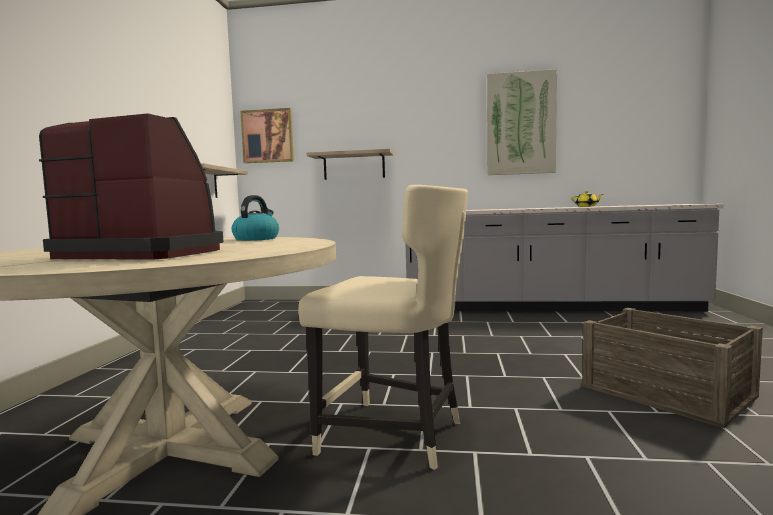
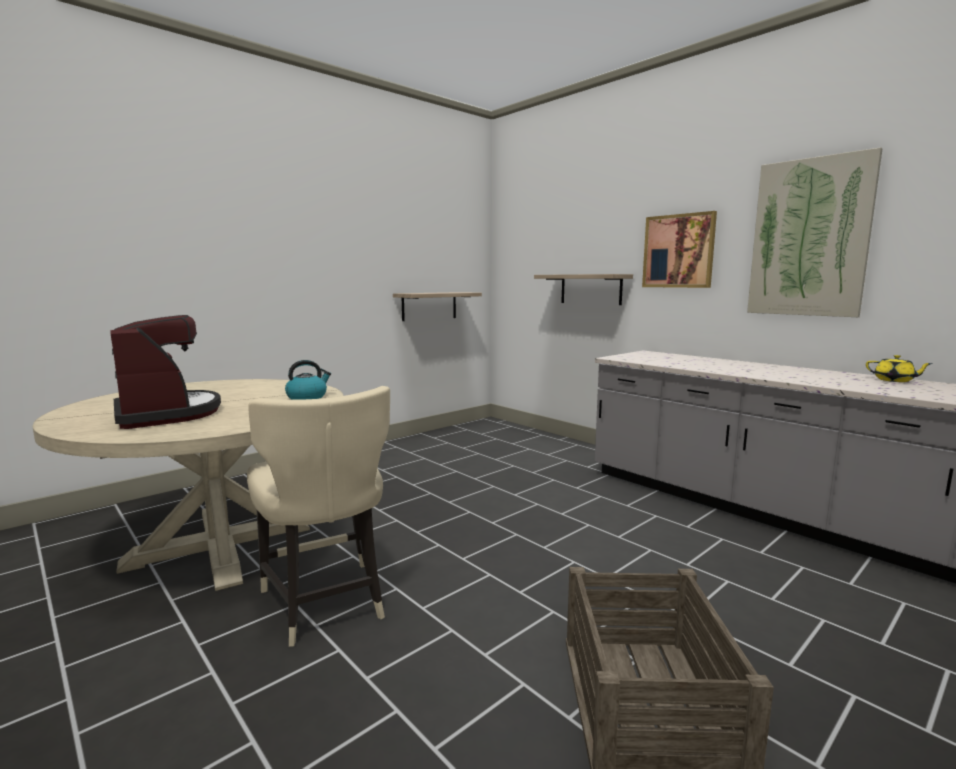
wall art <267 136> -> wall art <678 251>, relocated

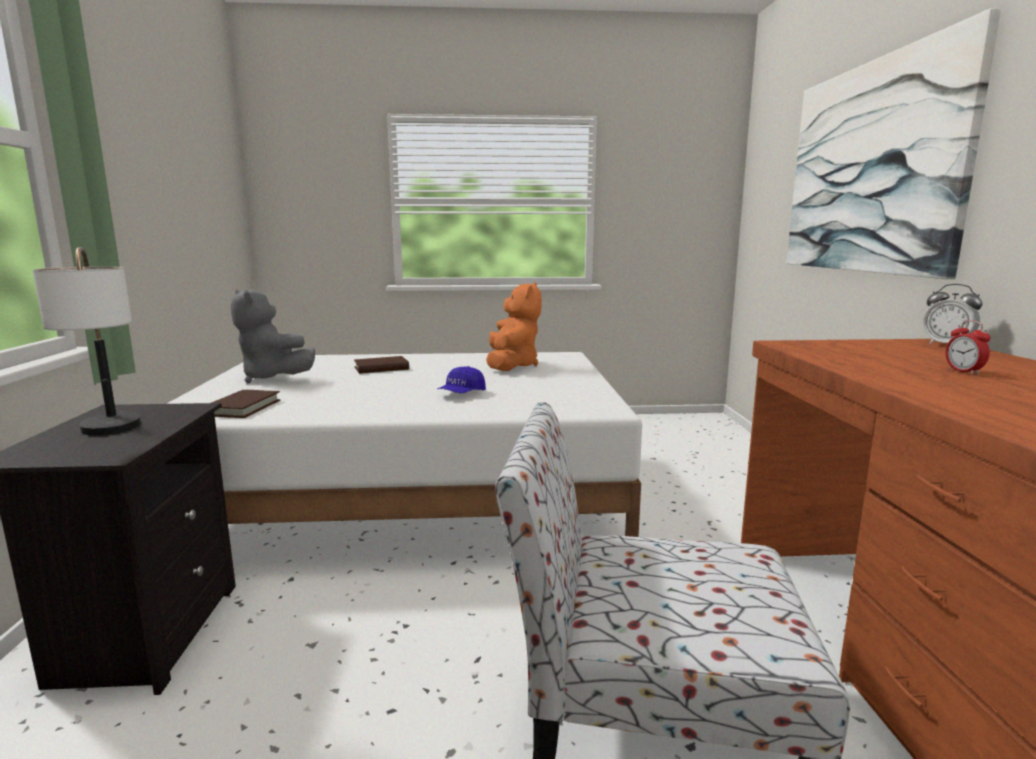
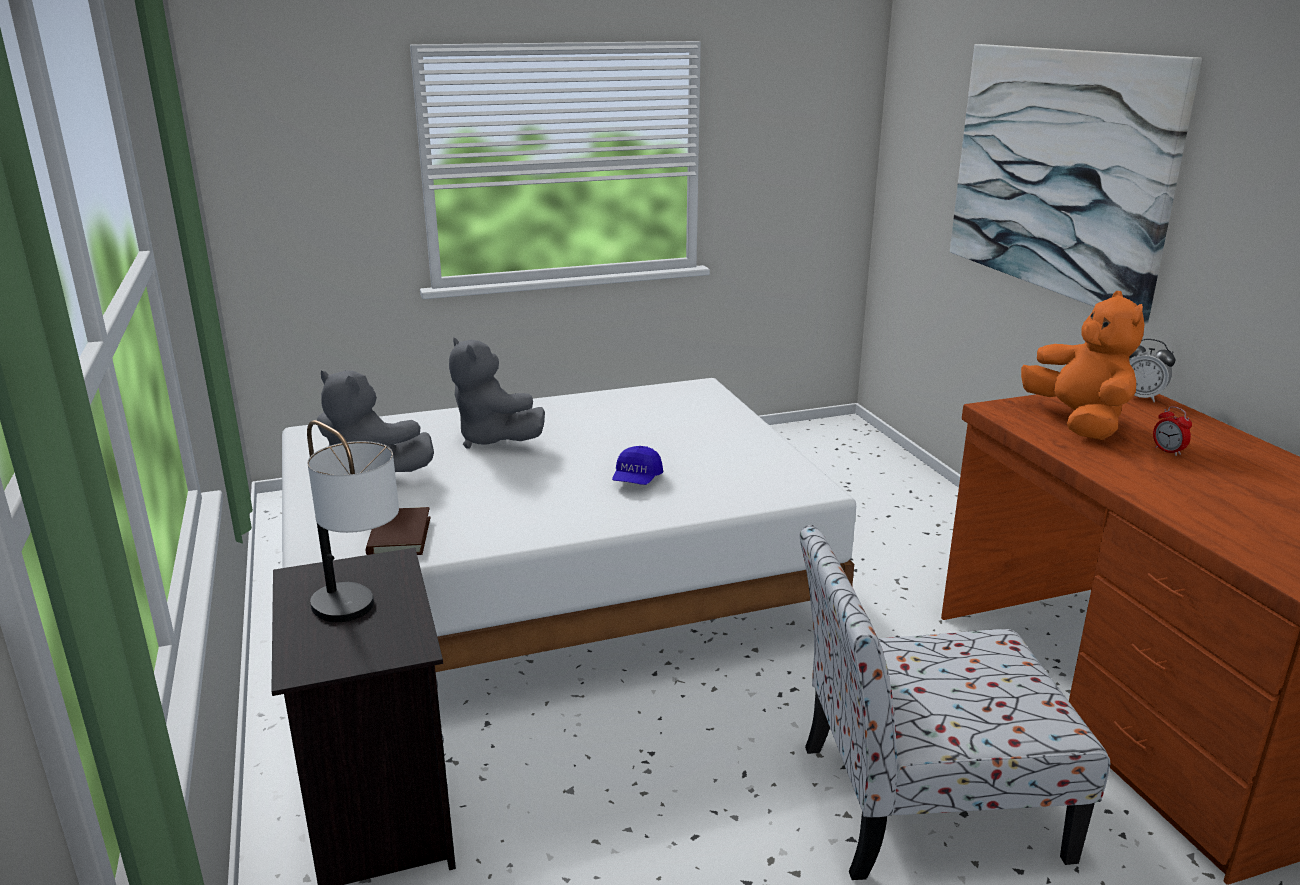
volume/brown <381 368> -> soft toy/gray <493 439>
soft toy/orangey <512 366> -> soft toy/orangey <1078 422>, relocated

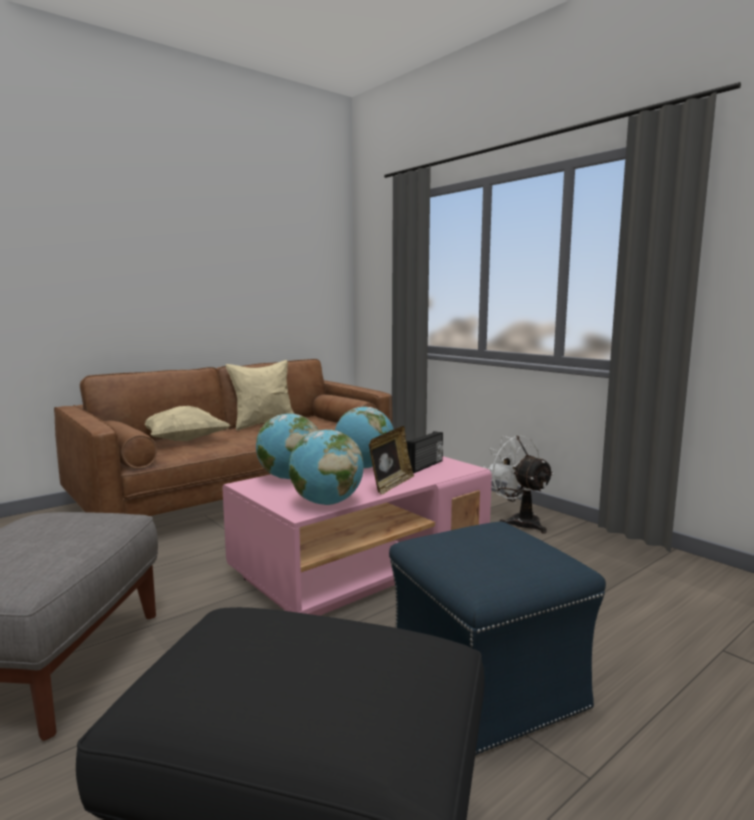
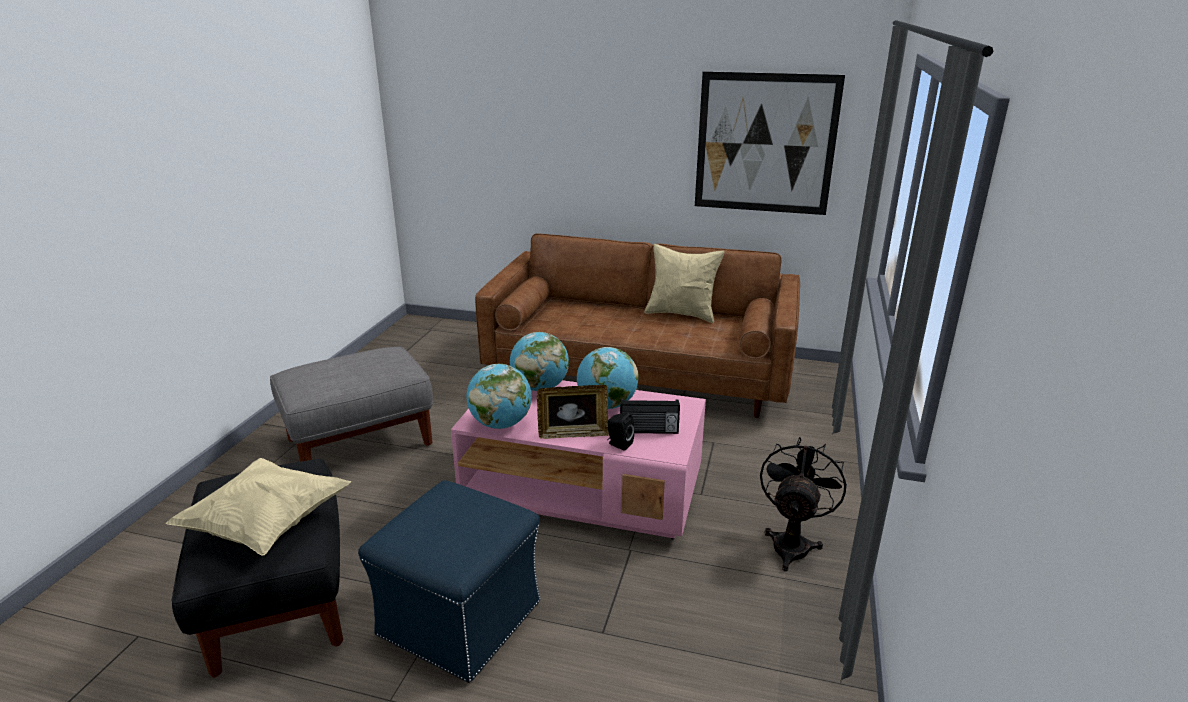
pillow/sand-coloured <183 440> -> pillow/sand-coloured <267 525>, relocated
electric fan/whitish <519 521> -> electric fan/blackish <792 543>
none -> speaker/blackish <618 444>
none -> wall art <765 144>

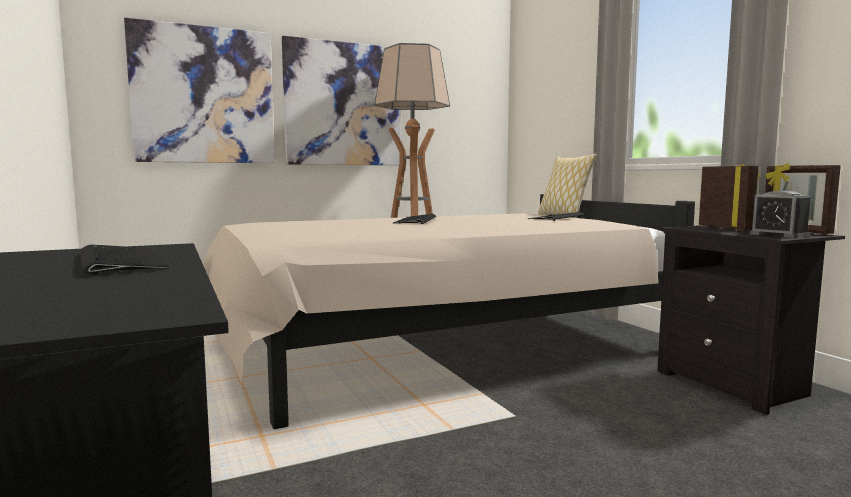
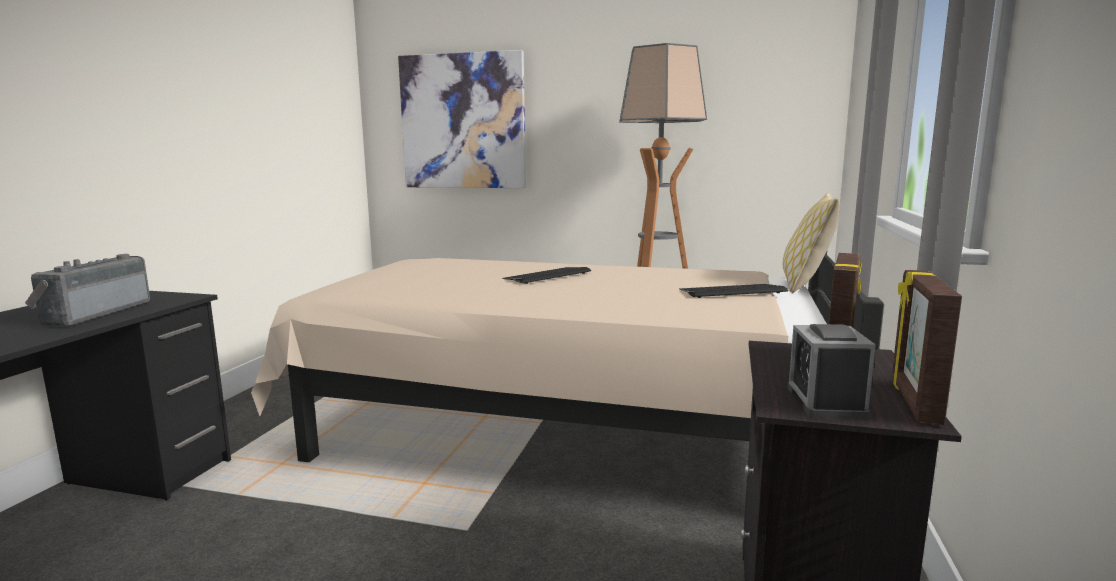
computer keyboard <119 261> -> radio <94 313>
wall art <344 104> -> none

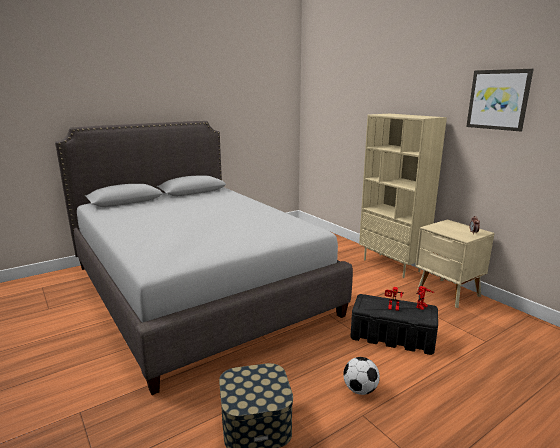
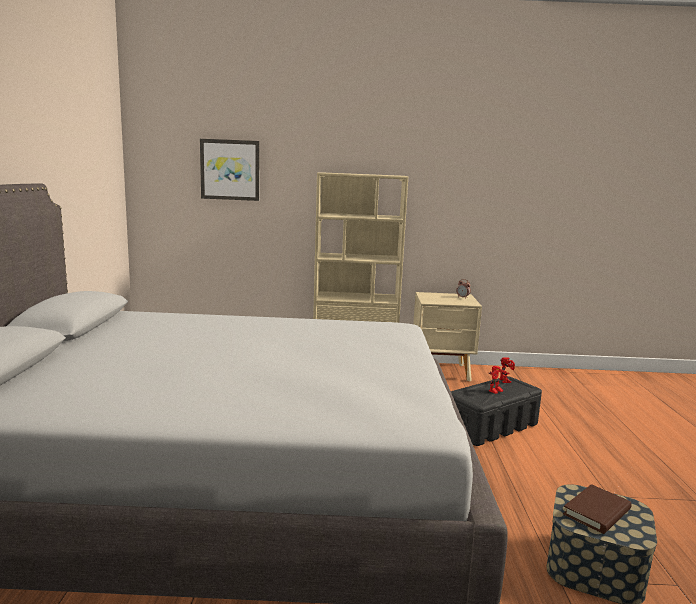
football <360 390> -> none
wall art <498 99> -> wall art <230 170>, relocated
none -> volume/brown <597 512>

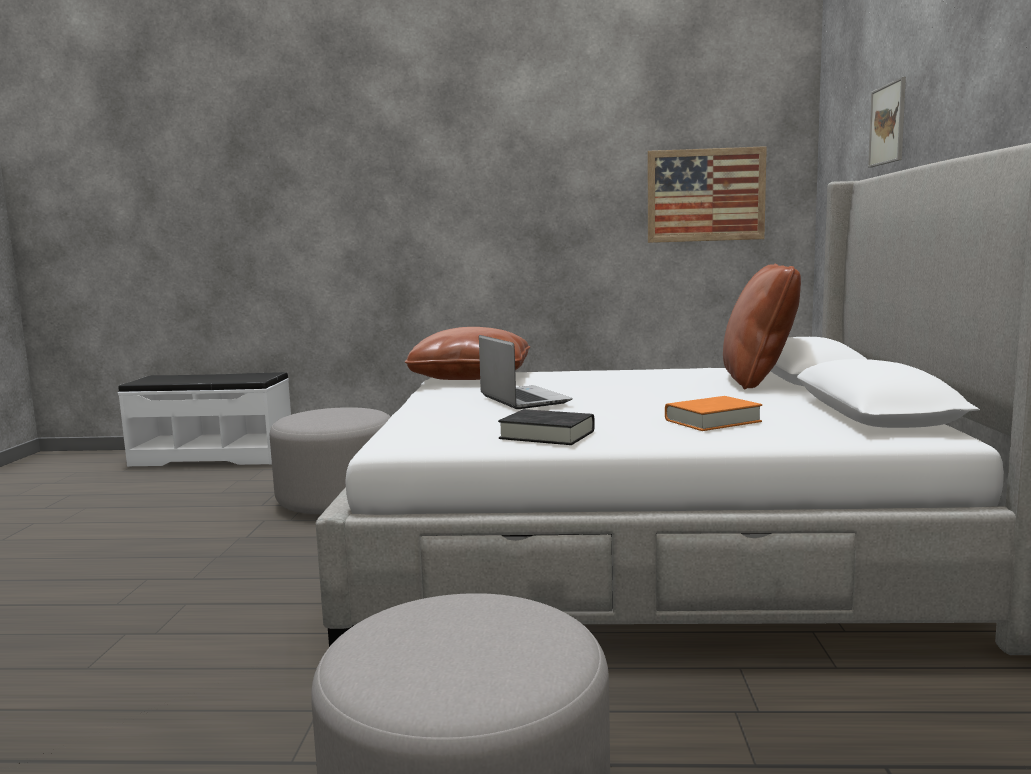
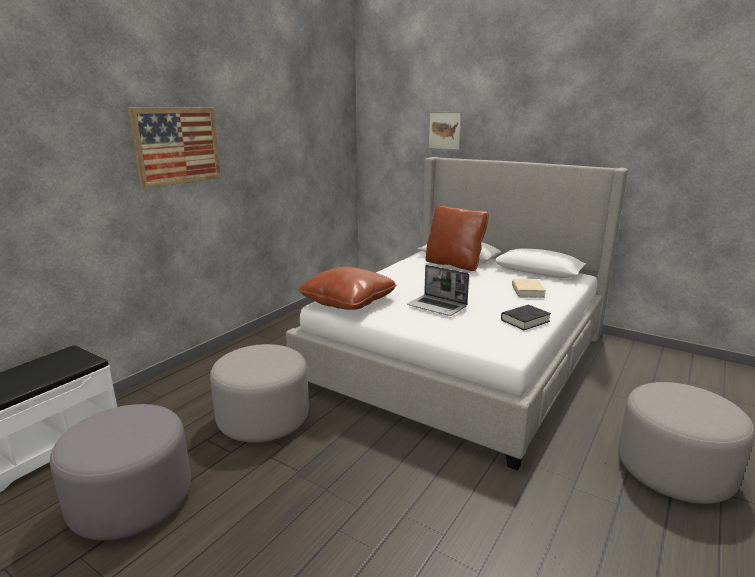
laptop <522 399> -> laptop <438 306>, 150 degrees counterclockwise
wall art <705 195> -> wall art <177 146>, relocated
volume/orangey <712 421> -> volume/sand-coloured <527 291>
none -> footrest/gray <132 500>

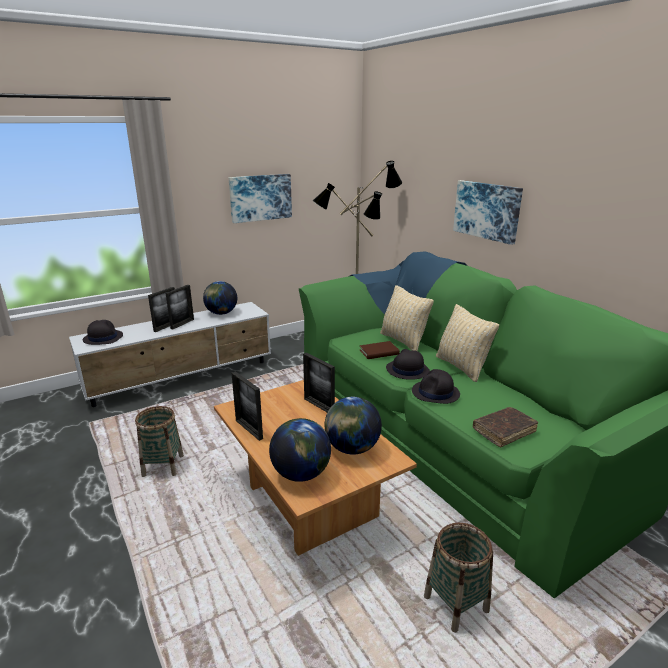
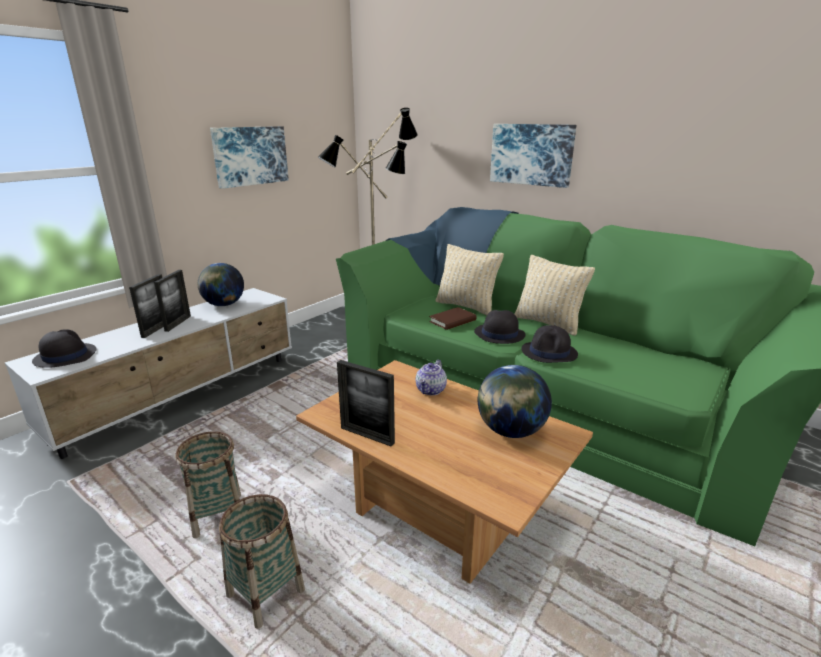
world globe <301 473> -> none
picture frame <319 406> -> teapot <431 390>
basket <455 604> -> basket <265 593>, relocated
volume/brown <504 431> -> none

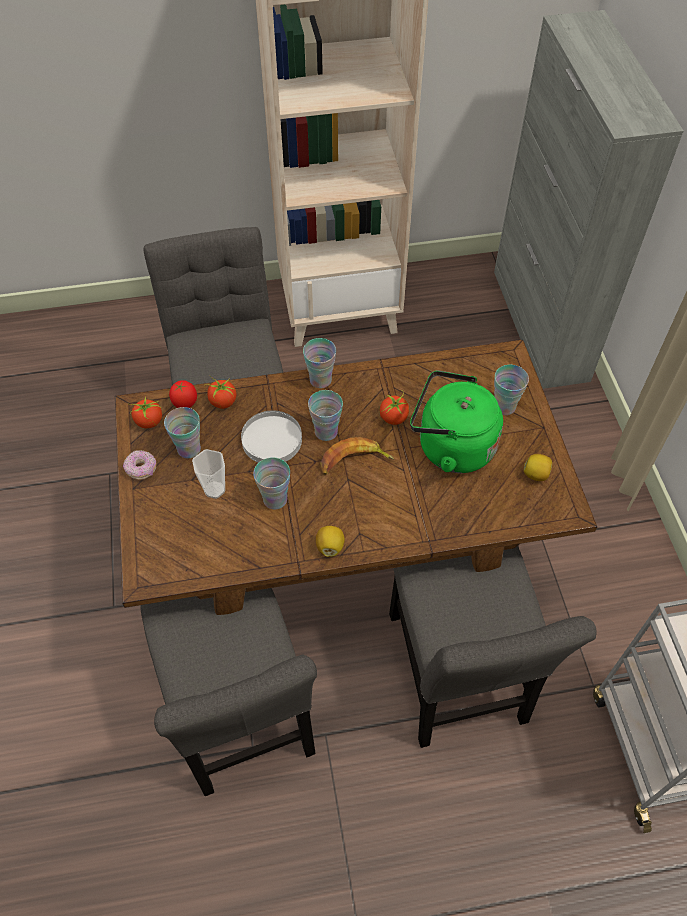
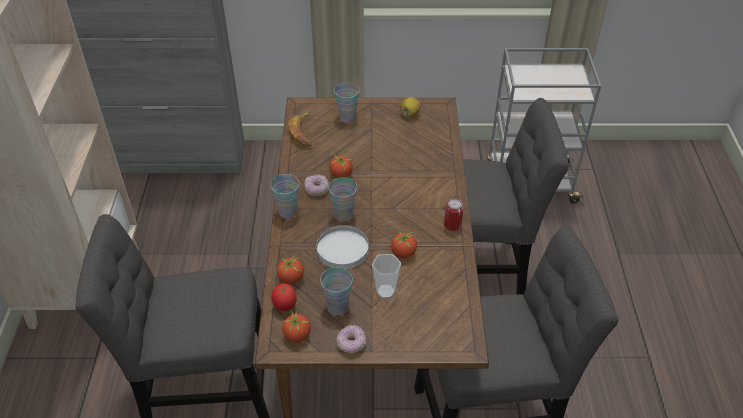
small cup <275 499> -> whole tomato <403 253>
whole lemon <330 546> -> sealed can <452 225>
banana <353 461> -> banana <303 132>, relocated
tea kettle/green <450 446> -> none
none -> donut <317 189>

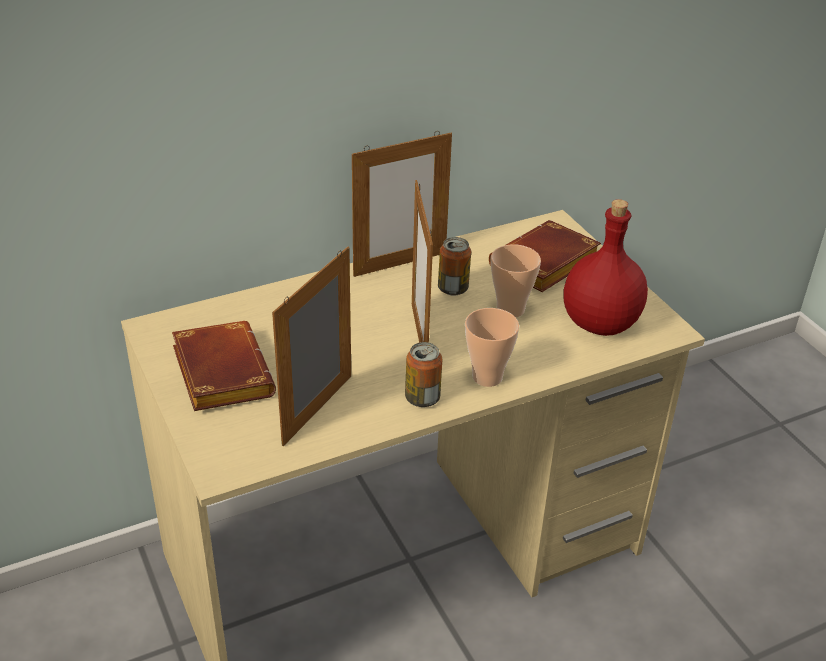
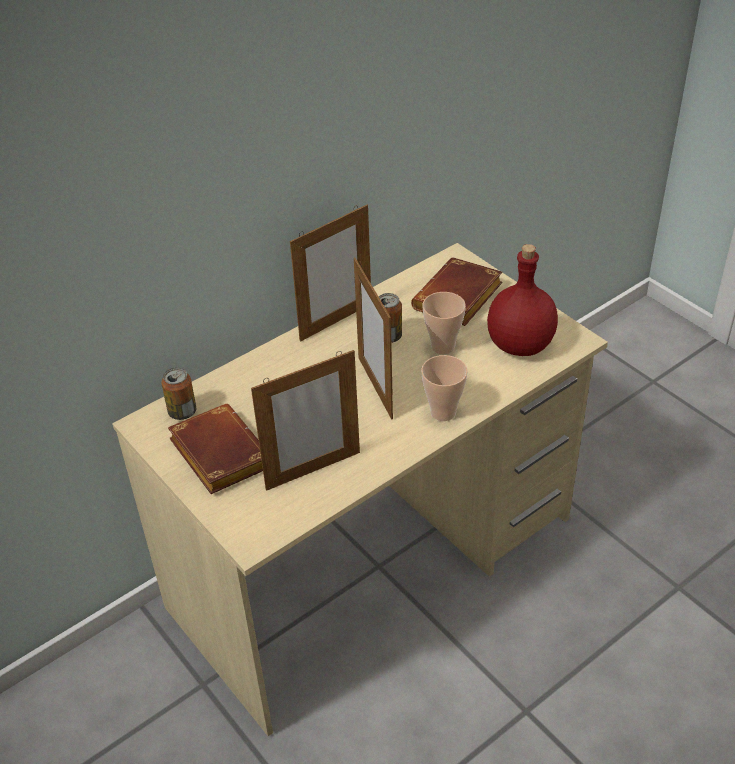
picture frame <318 409> -> picture frame <313 470>, 135 degrees counterclockwise
sealed can <422 398> -> sealed can <182 412>, relocated

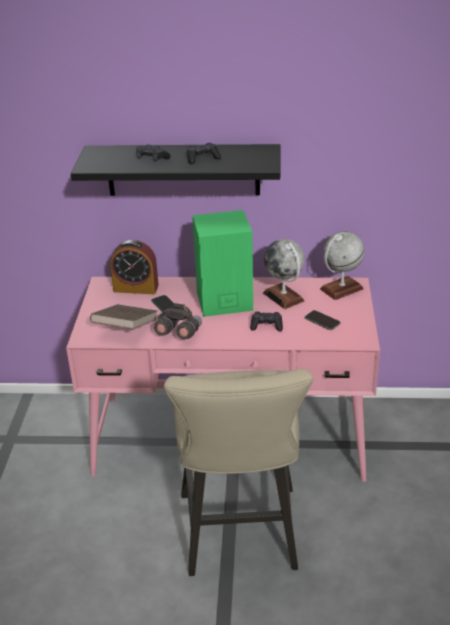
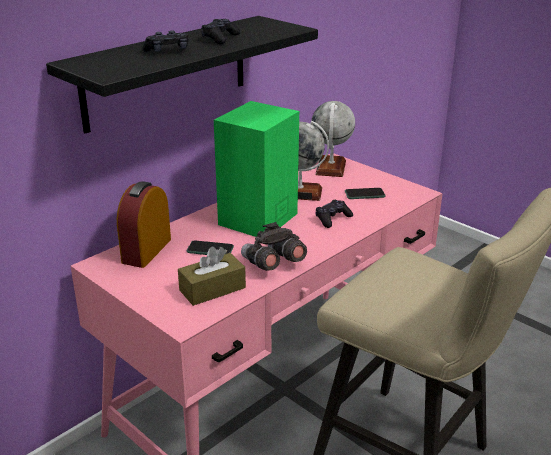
volume/brown <126 329> -> box of tissues/brown <212 289>
bedside clock <136 288> -> bedside clock <146 250>, 150 degrees clockwise

